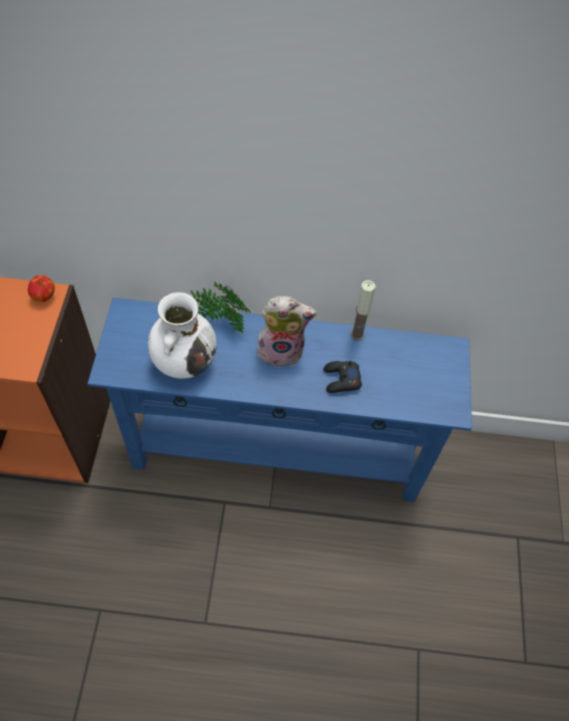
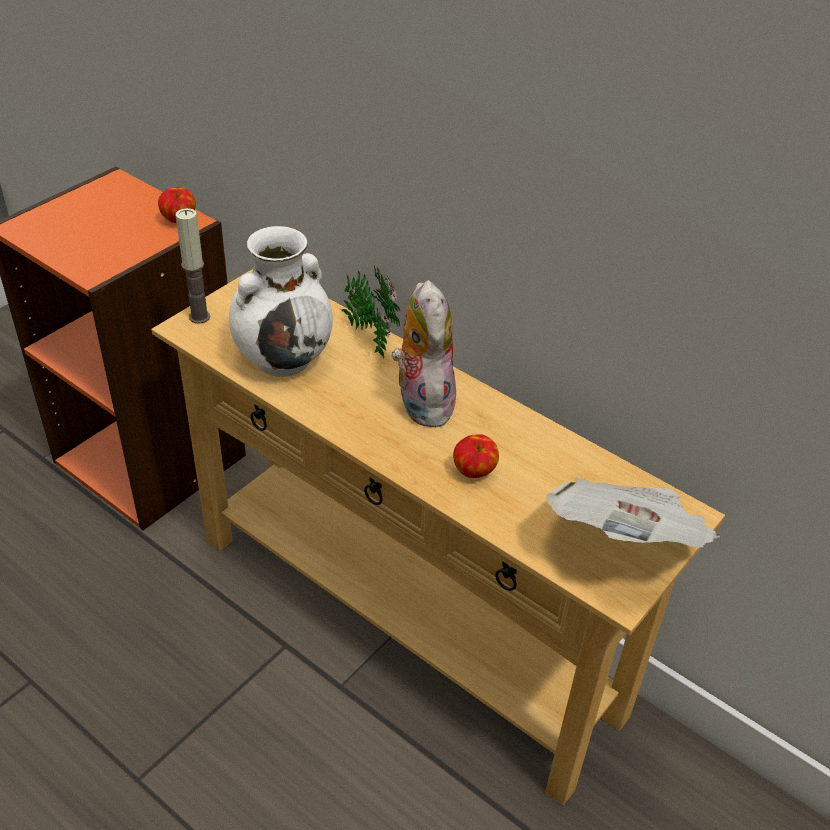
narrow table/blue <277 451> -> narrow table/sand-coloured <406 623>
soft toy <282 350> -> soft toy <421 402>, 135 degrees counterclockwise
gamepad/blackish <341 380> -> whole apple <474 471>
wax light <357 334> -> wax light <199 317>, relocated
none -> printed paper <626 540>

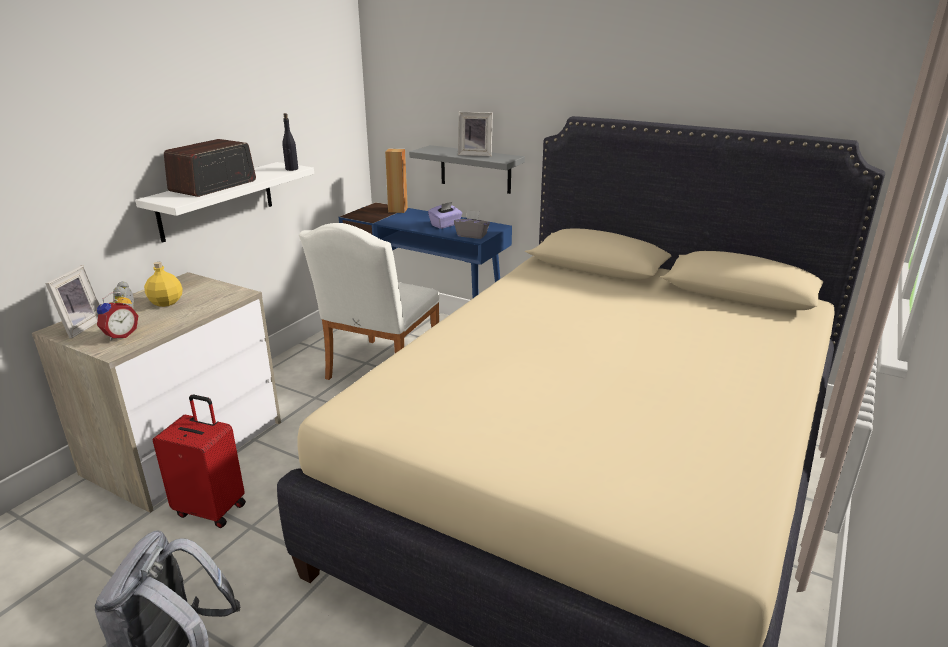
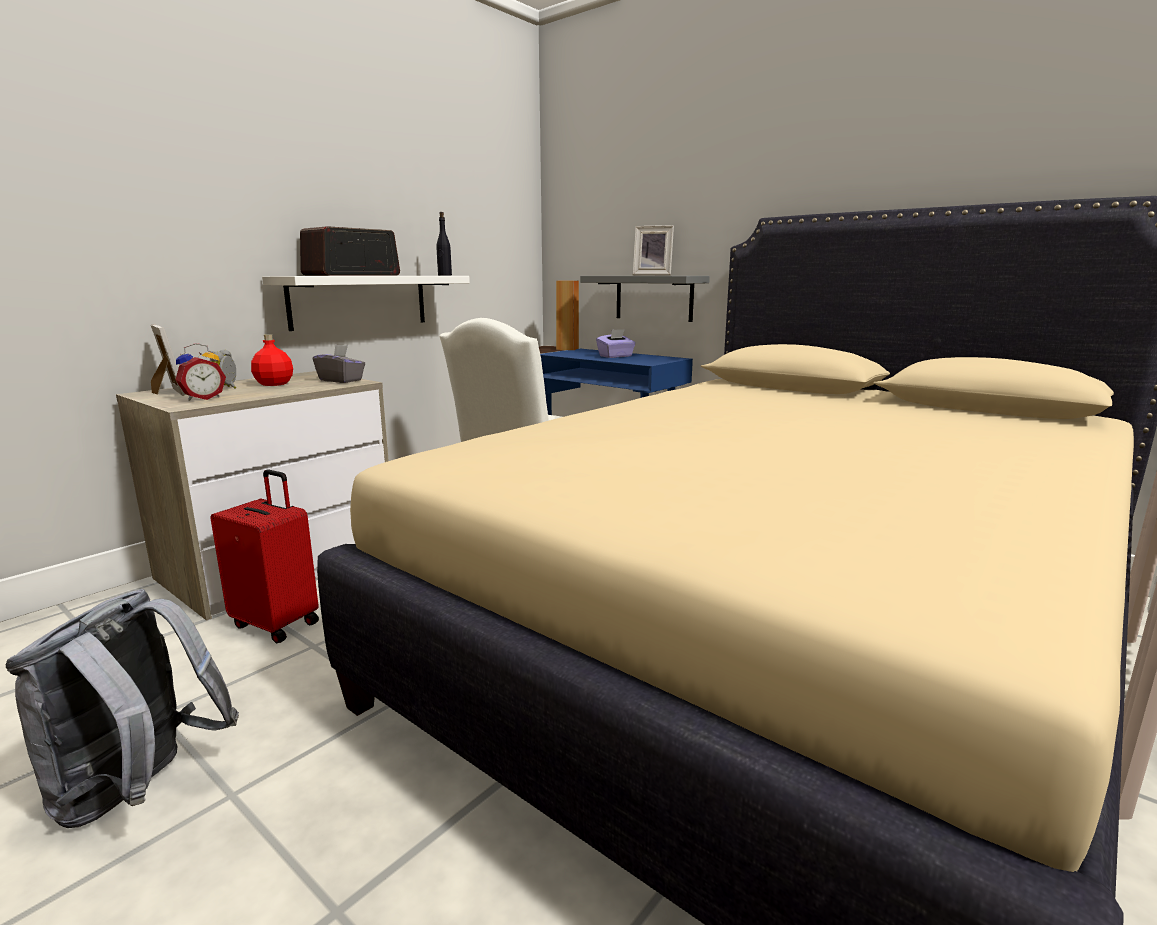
picture frame <79 327> -> picture frame <168 393>, 60 degrees counterclockwise
drink bottle/yellow <167 302> -> drink bottle/red-coloured <275 384>
box of tissues/gray <472 235> -> box of tissues/gray <341 380>, relocated

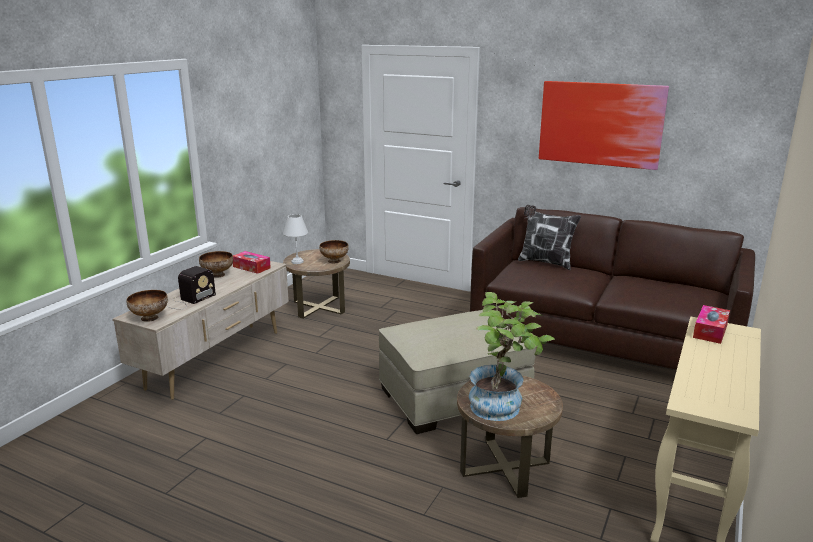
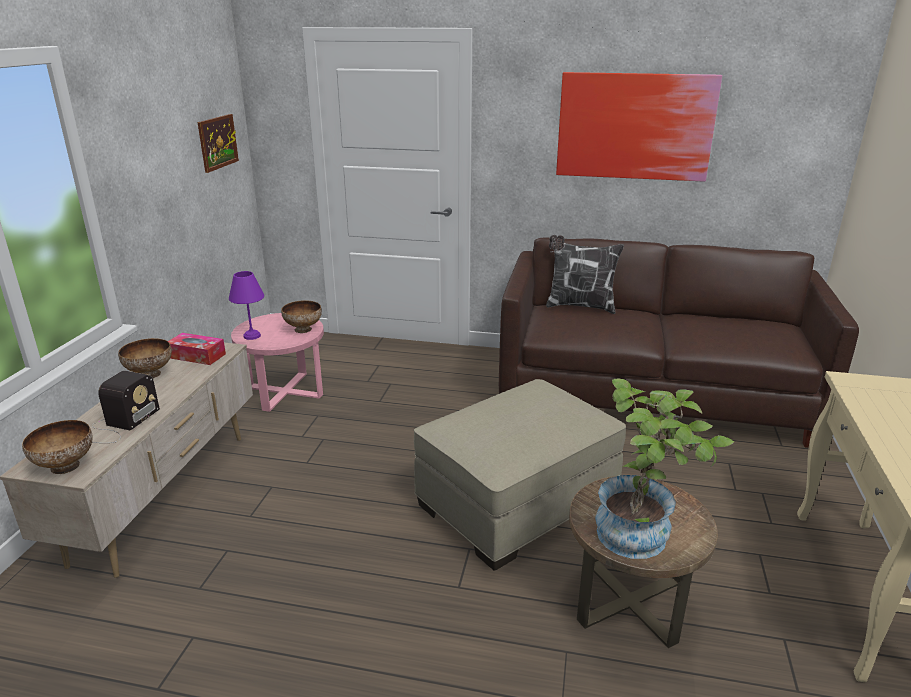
table lamp/whitish <296 262> -> table lamp/purple-coloured <251 336>
side table/brown <319 307> -> side table/pinkish <285 391>
box of tissues <710 331> -> none
none -> wall art <217 142>

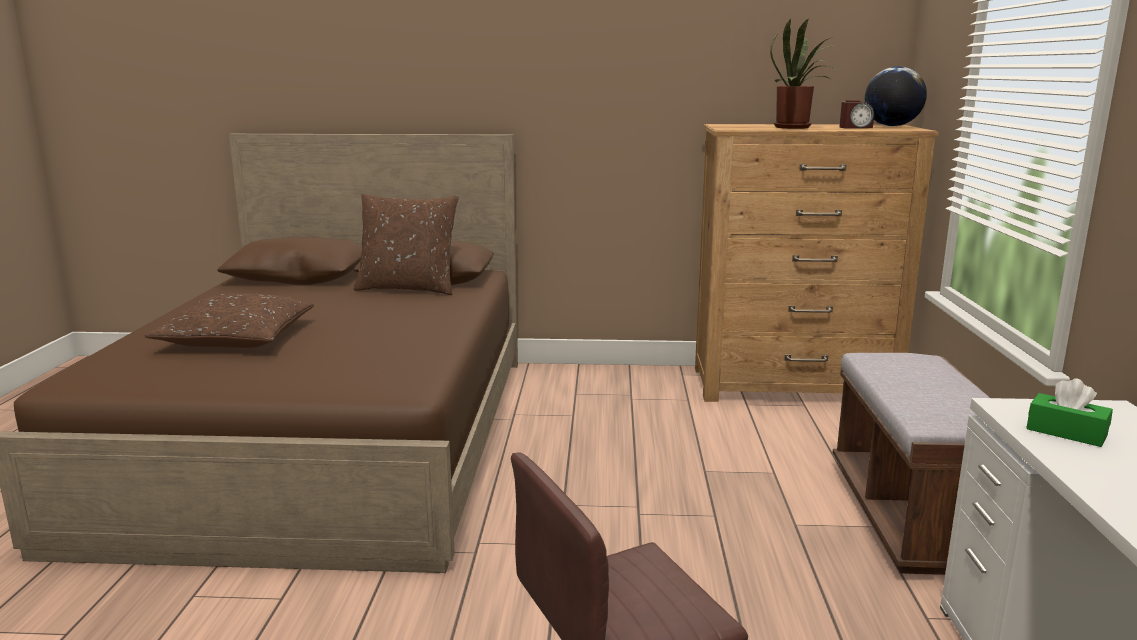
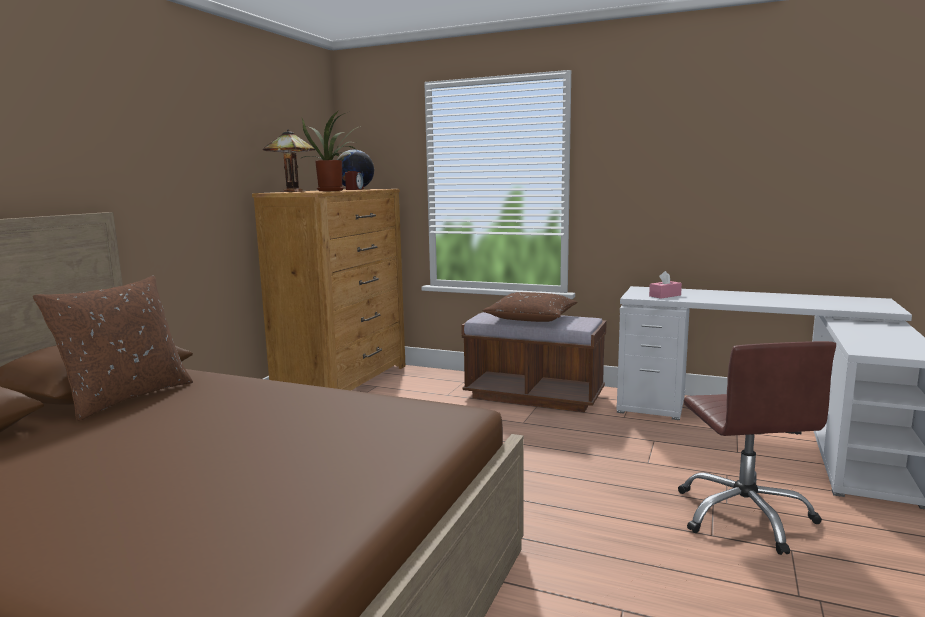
pillow/brown <237 338> -> pillow/brown <531 318>, relocated
box of tissues/green <1066 432> -> box of tissues/pinkish <665 295>
none -> table lamp <293 192>

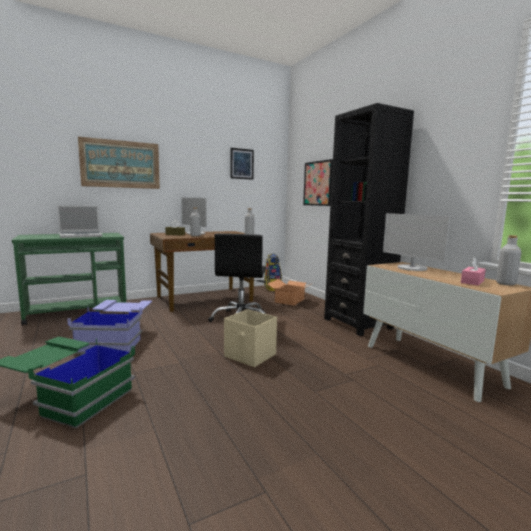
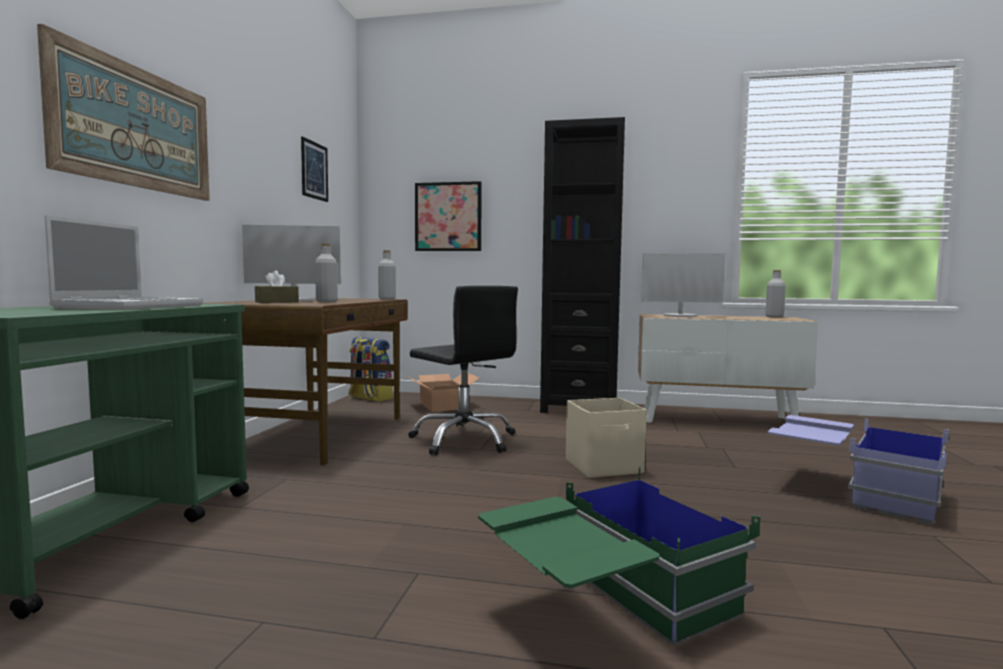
storage container/blue <117 339> -> storage container/blue <851 491>, relocated
box of tissues/pinkish <472 282> -> none

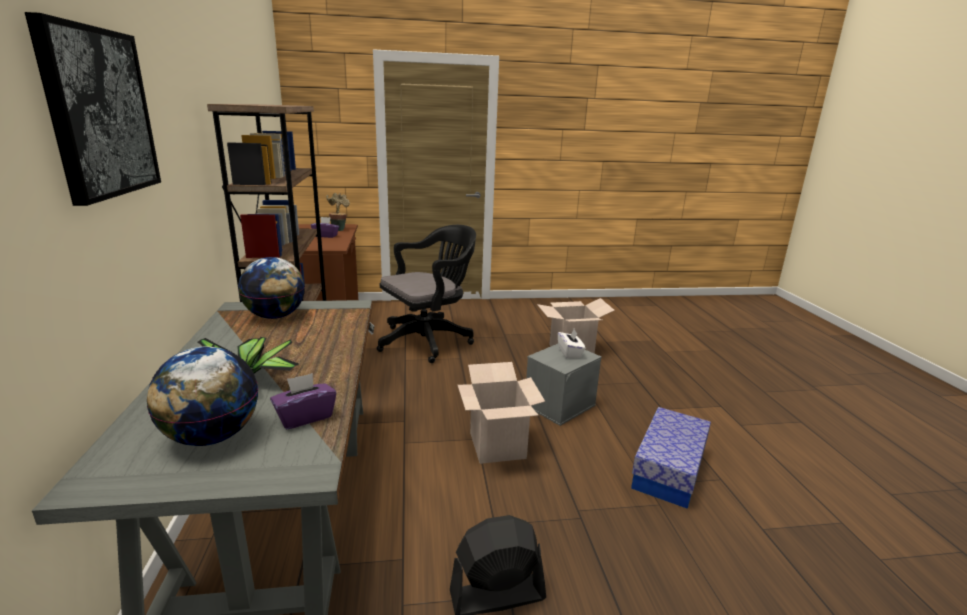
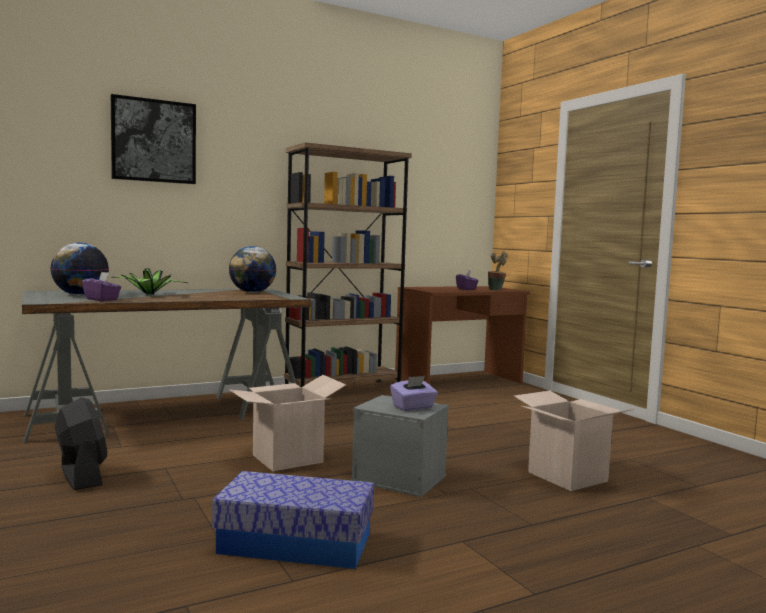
office chair/blackish <429 340> -> none
box of tissues/whitish <570 353> -> box of tissues/purple-coloured <413 407>

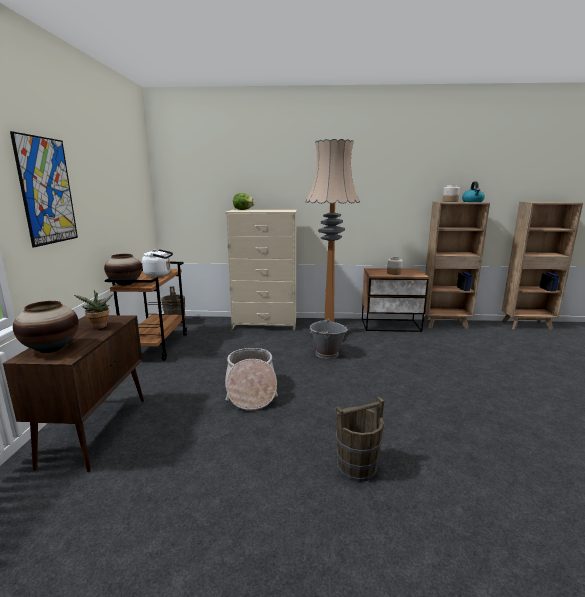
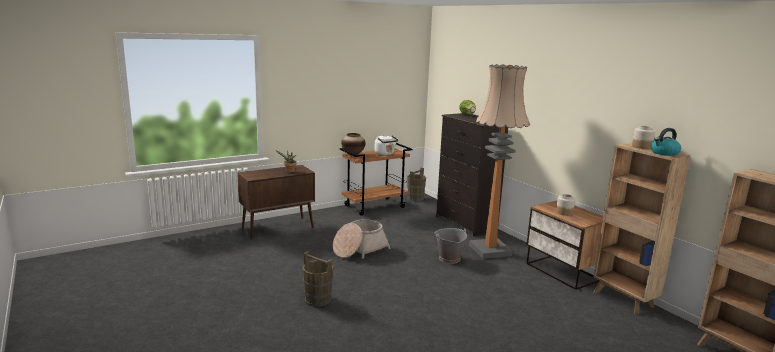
wall art <47 191> -> none
decorative vase <51 349> -> none
drawer chest/sand-coloured <265 324> -> drawer chest/blackish <465 223>

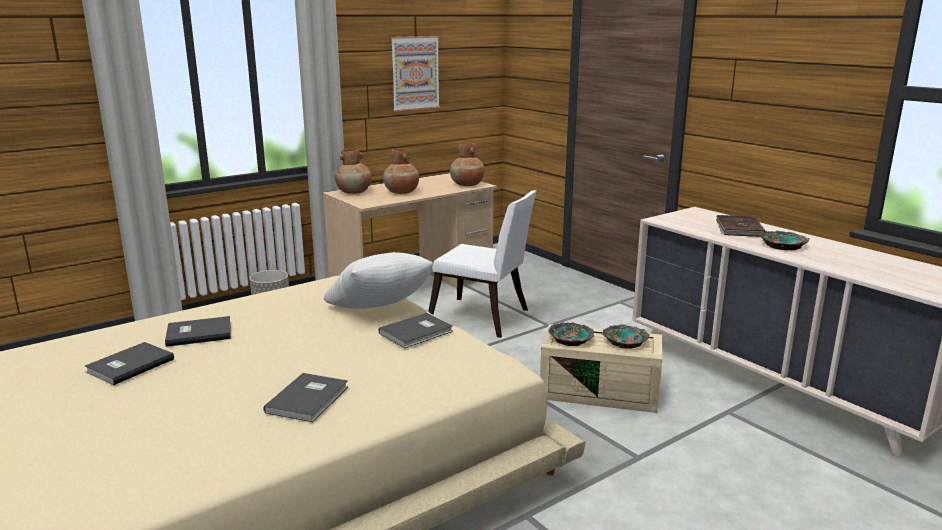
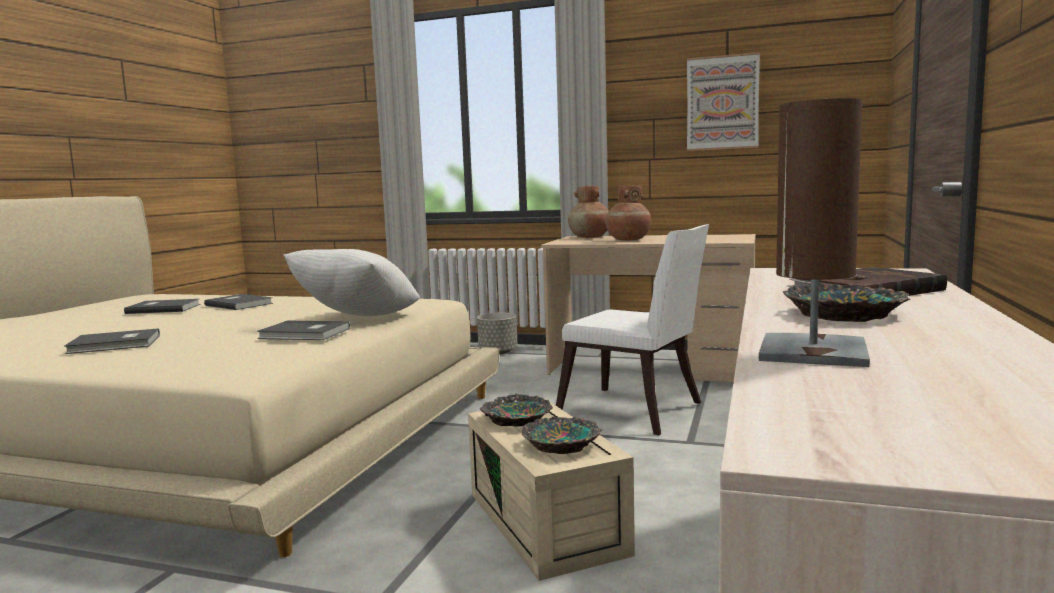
upright chair/whitish <483 319> -> upright chair/whitish <636 412>, 45 degrees counterclockwise
decorative vase/brown <467 185> -> none
none -> table lamp/brown <813 352>

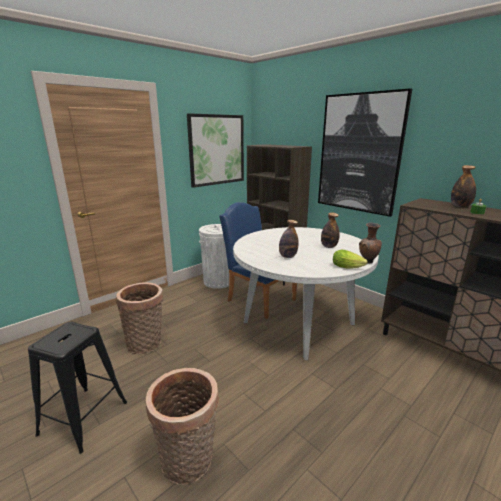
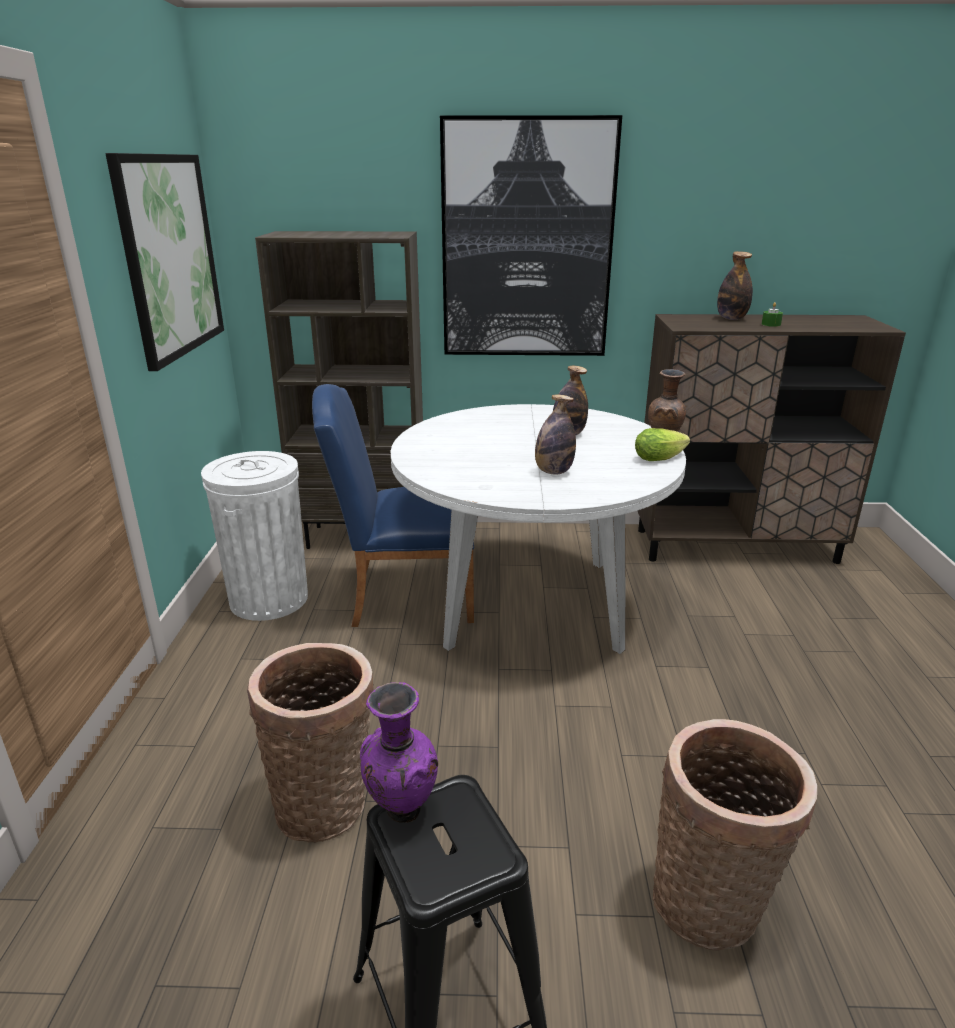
none -> decorative vase/purple-coloured <400 810>

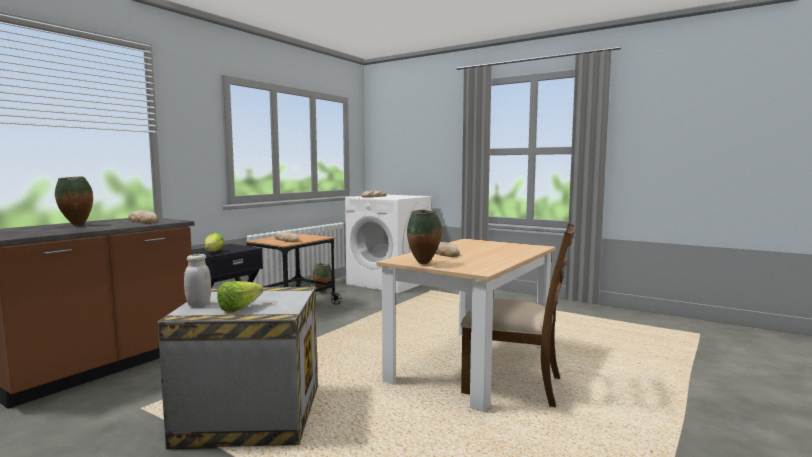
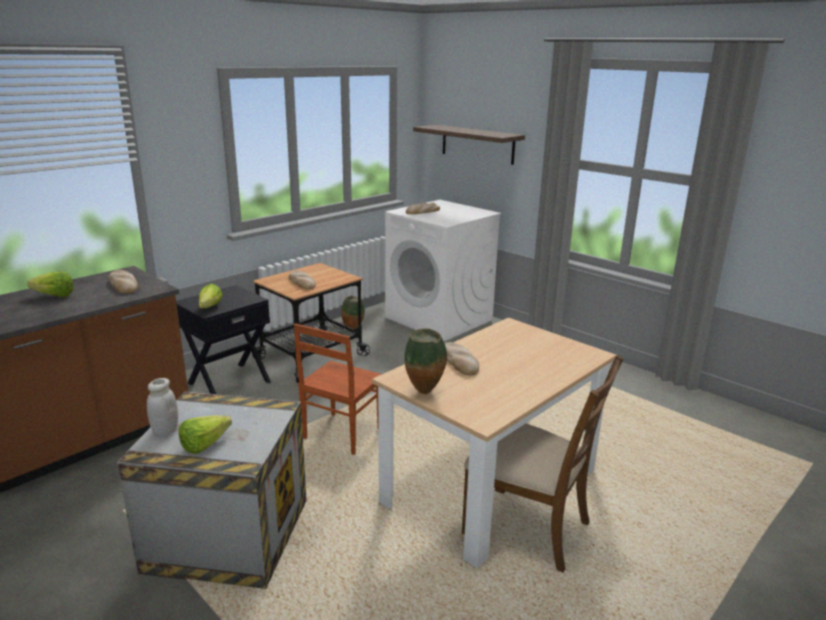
decorative vase <77 225> -> lettuce <51 295>
none -> upright chair/brown <341 434>
none -> wall shelf <477 144>

